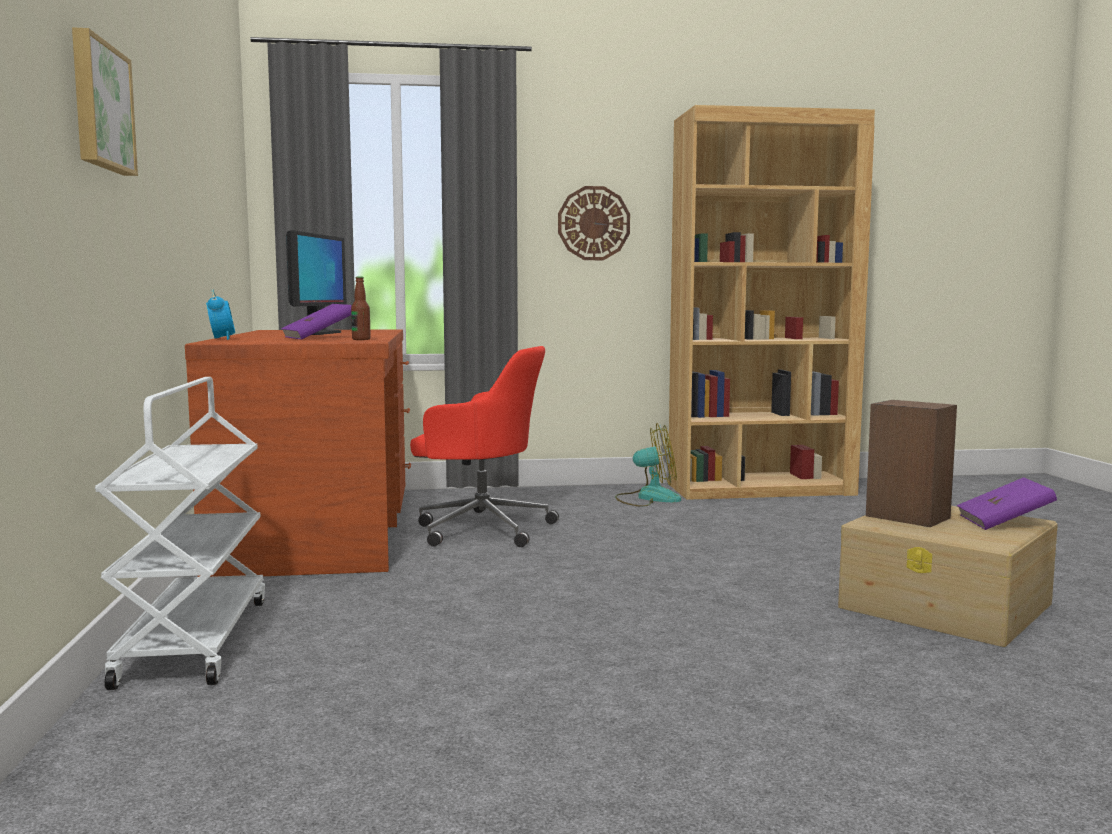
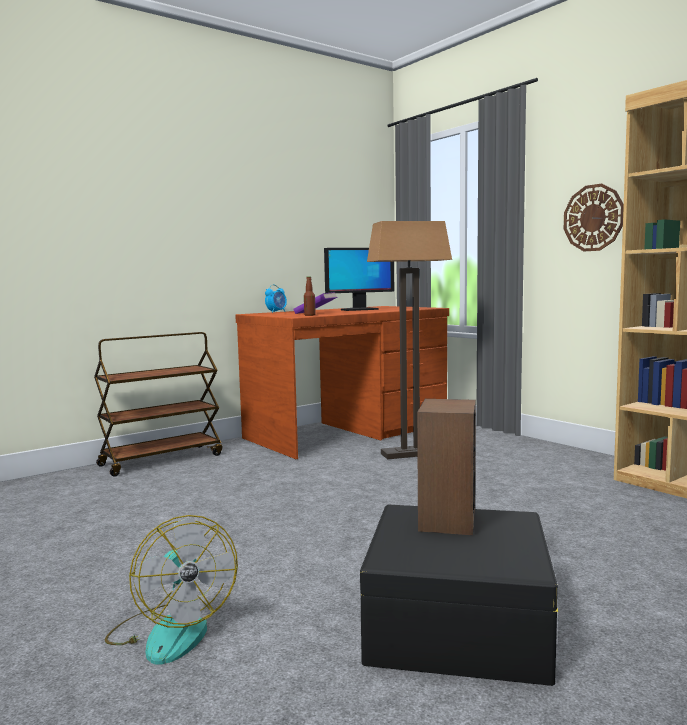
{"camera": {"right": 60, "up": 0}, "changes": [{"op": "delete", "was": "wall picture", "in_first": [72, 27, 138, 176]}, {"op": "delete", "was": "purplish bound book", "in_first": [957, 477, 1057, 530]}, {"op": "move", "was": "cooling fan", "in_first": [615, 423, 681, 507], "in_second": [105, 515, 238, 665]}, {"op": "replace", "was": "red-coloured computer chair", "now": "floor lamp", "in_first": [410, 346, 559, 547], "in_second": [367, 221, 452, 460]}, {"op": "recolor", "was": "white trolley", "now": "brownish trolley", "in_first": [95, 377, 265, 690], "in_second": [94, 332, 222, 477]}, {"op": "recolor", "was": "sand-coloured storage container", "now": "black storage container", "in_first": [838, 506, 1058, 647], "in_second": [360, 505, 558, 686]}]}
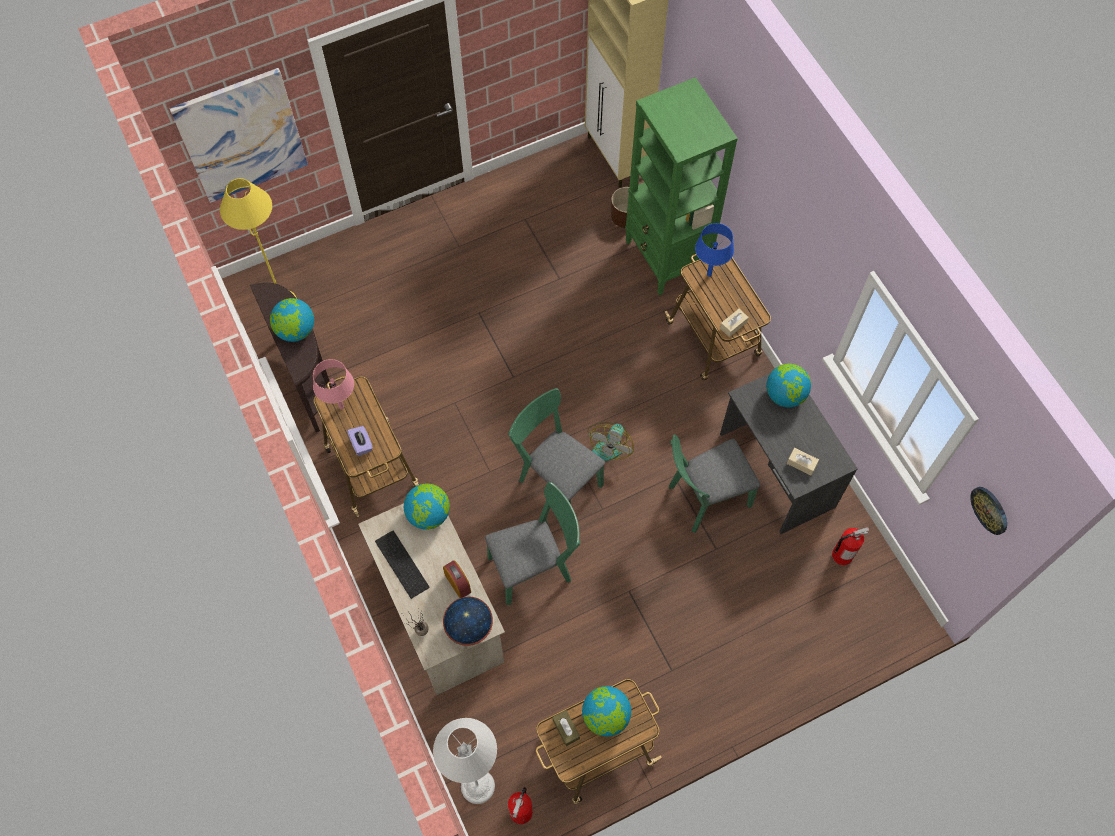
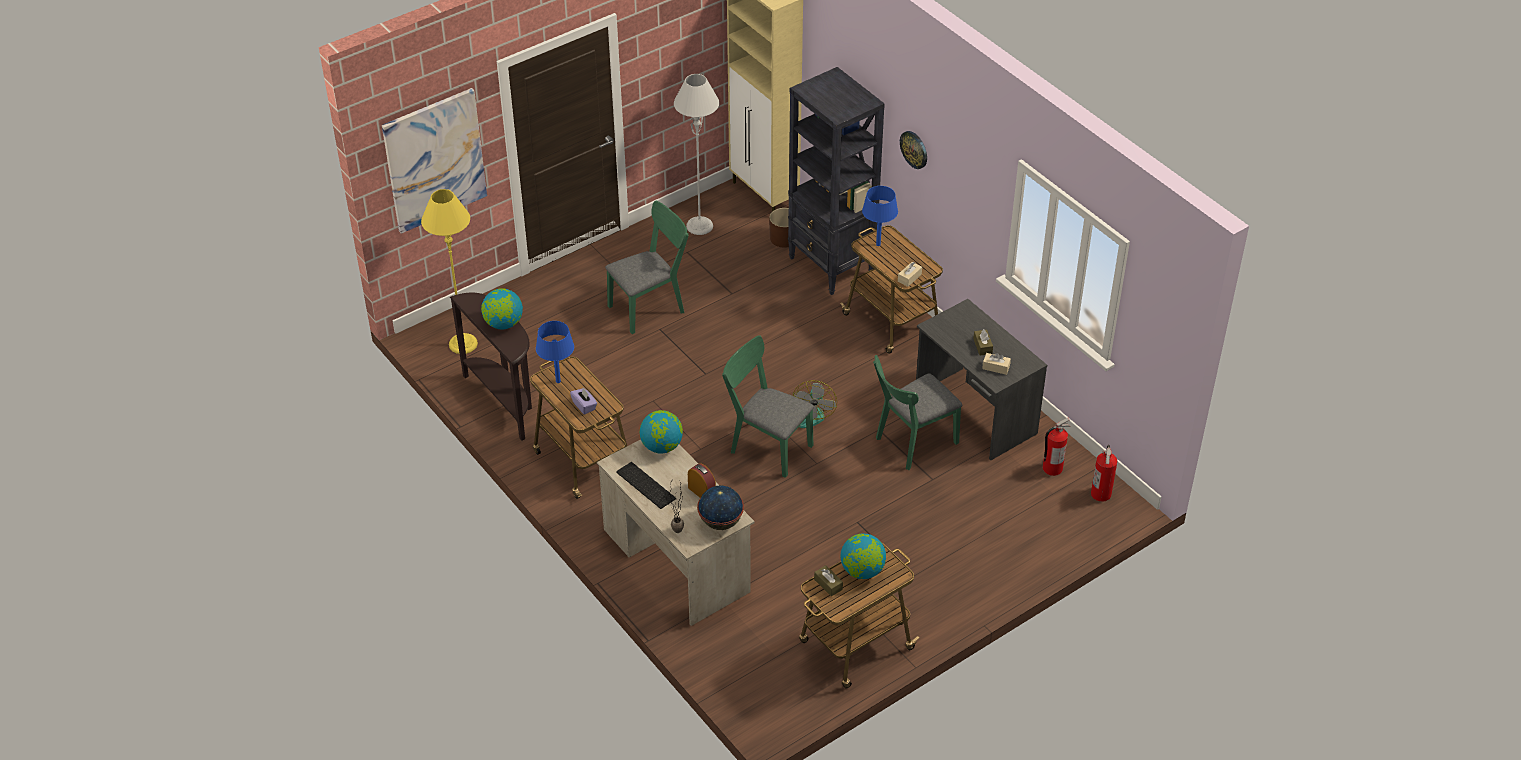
{"camera": {"right": -10, "up": -20}, "changes": [{"op": "delete", "was": "globe", "in_first": [767, 364, 811, 408]}, {"op": "insert", "now": "brownish tissue box", "in_second": [973, 329, 993, 356]}, {"op": "move", "was": "greyish floor lamp", "in_first": [433, 718, 497, 804], "in_second": [674, 74, 719, 235]}, {"op": "move", "was": "greenish chair", "in_first": [485, 482, 580, 606], "in_second": [605, 201, 688, 334]}, {"op": "move", "was": "extinguisher", "in_first": [508, 787, 533, 824], "in_second": [1091, 445, 1117, 502]}, {"op": "move", "was": "wall clock", "in_first": [970, 487, 1007, 535], "in_second": [900, 131, 927, 169]}, {"op": "recolor", "was": "pink lamp for a table", "now": "bluish lamp for a table", "in_first": [313, 359, 354, 410], "in_second": [536, 321, 574, 383]}, {"op": "recolor", "was": "greenish bookcase", "now": "black bookcase", "in_first": [625, 77, 738, 296], "in_second": [788, 67, 885, 295]}]}
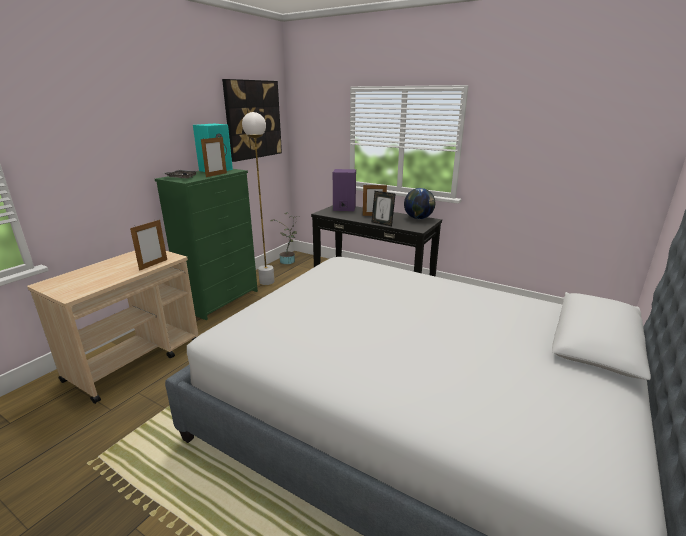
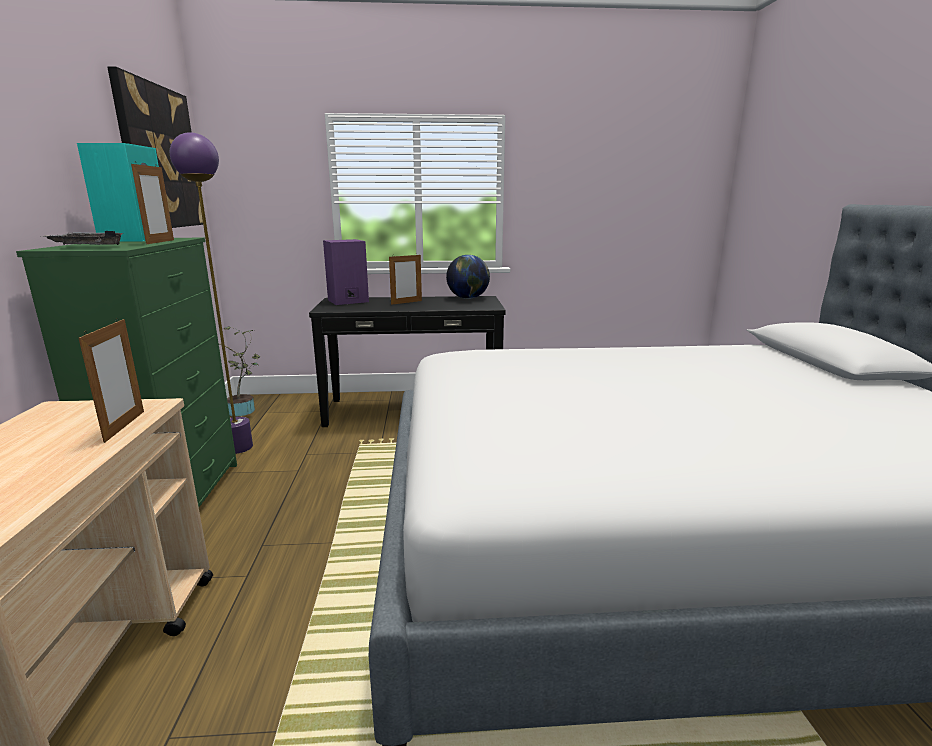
{"camera": {"right": -35, "up": -5}, "changes": [{"op": "delete", "was": "standing frame", "in_first": [372, 191, 395, 226]}, {"op": "recolor", "was": "white floor lamp", "now": "purplish floor lamp", "in_first": [242, 112, 275, 285], "in_second": [170, 132, 253, 454]}]}
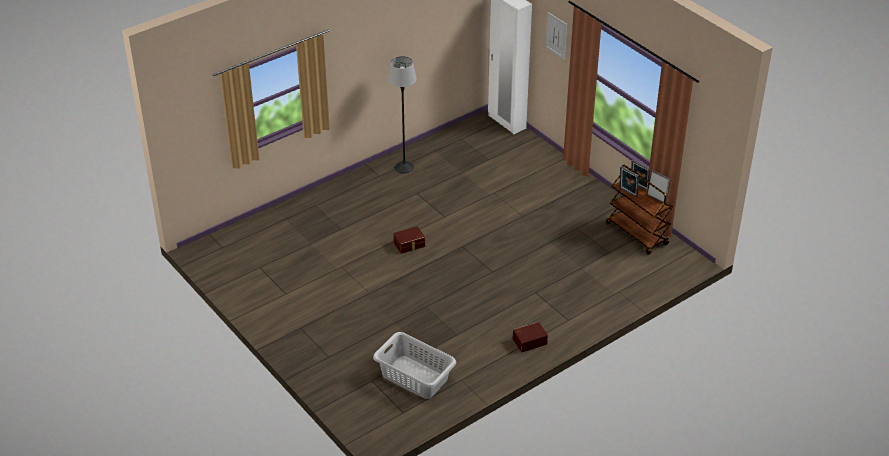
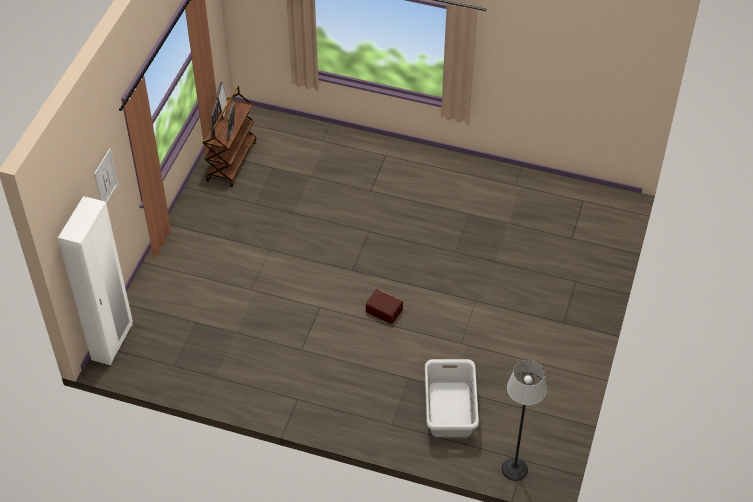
{"camera": {"right": -125, "up": 10}, "changes": [{"op": "delete", "was": "brownish storage container", "in_first": [513, 322, 548, 352]}, {"op": "move", "was": "greyish hamper", "in_first": [373, 332, 456, 399], "in_second": [425, 359, 479, 437]}, {"op": "move", "was": "floor lamp", "in_first": [388, 56, 417, 174], "in_second": [502, 360, 547, 481]}]}
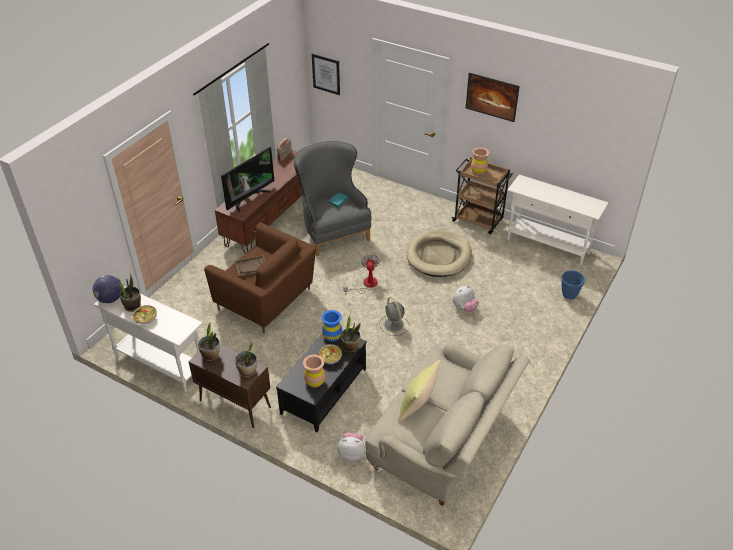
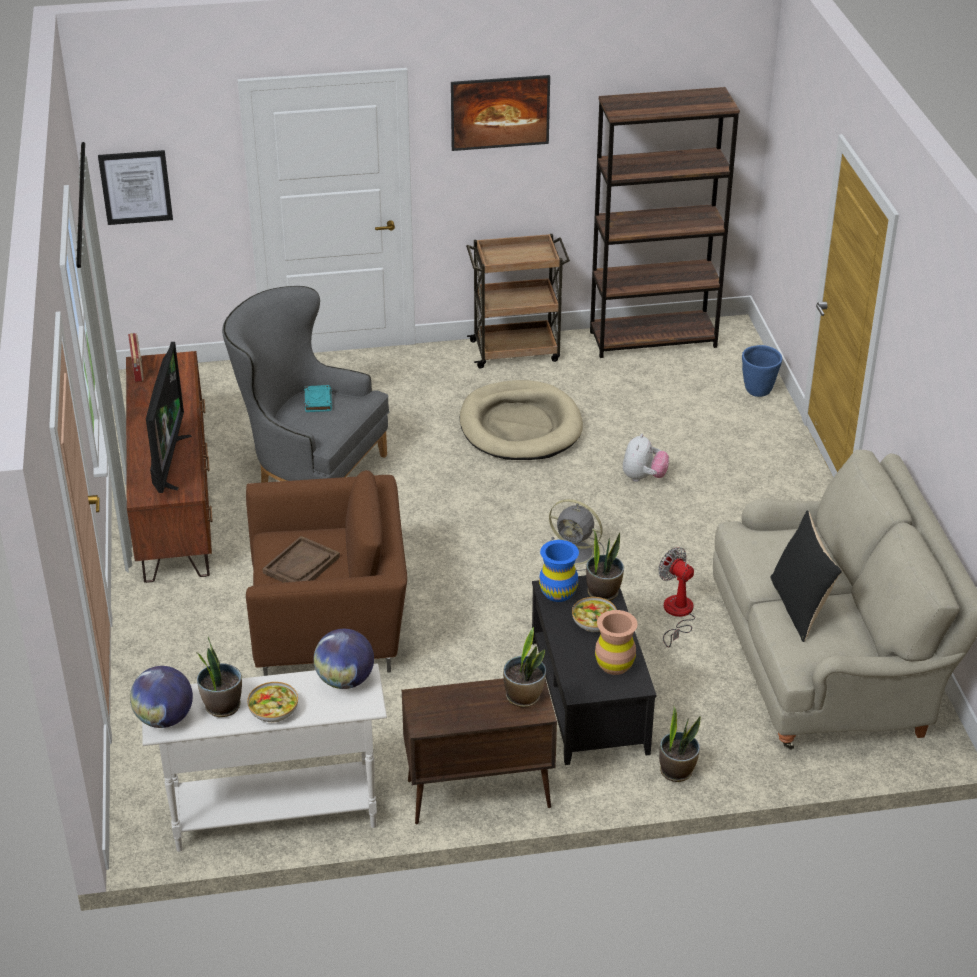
{"camera": {"right": -40, "up": -5}, "changes": [{"op": "delete", "was": "soft toy", "in_first": [337, 432, 365, 462]}, {"op": "delete", "was": "brownish vase", "in_first": [471, 147, 489, 175]}, {"op": "insert", "now": "globe", "in_second": [314, 629, 374, 689]}, {"op": "move", "was": "houseplant", "in_first": [198, 323, 220, 361], "in_second": [659, 707, 701, 782]}, {"op": "move", "was": "cooling fan", "in_first": [344, 254, 379, 294], "in_second": [658, 547, 695, 648]}, {"op": "replace", "was": "white console table", "now": "brownish bookcase", "in_first": [507, 175, 609, 265], "in_second": [590, 87, 740, 358]}, {"op": "recolor", "was": "yellow-coloured cushion", "now": "black cushion", "in_first": [398, 360, 441, 423], "in_second": [770, 511, 842, 642]}]}
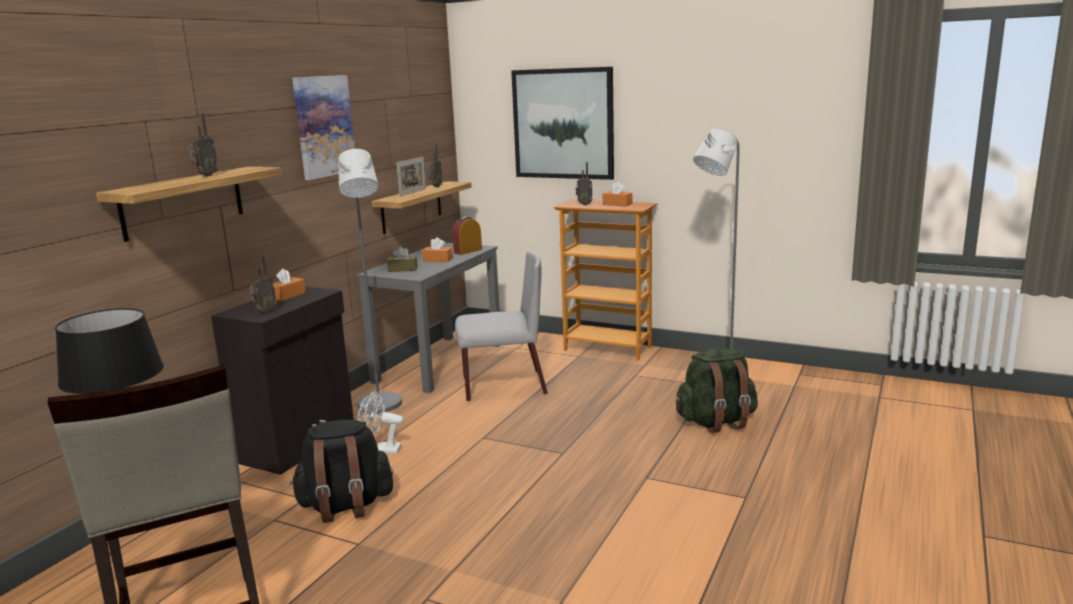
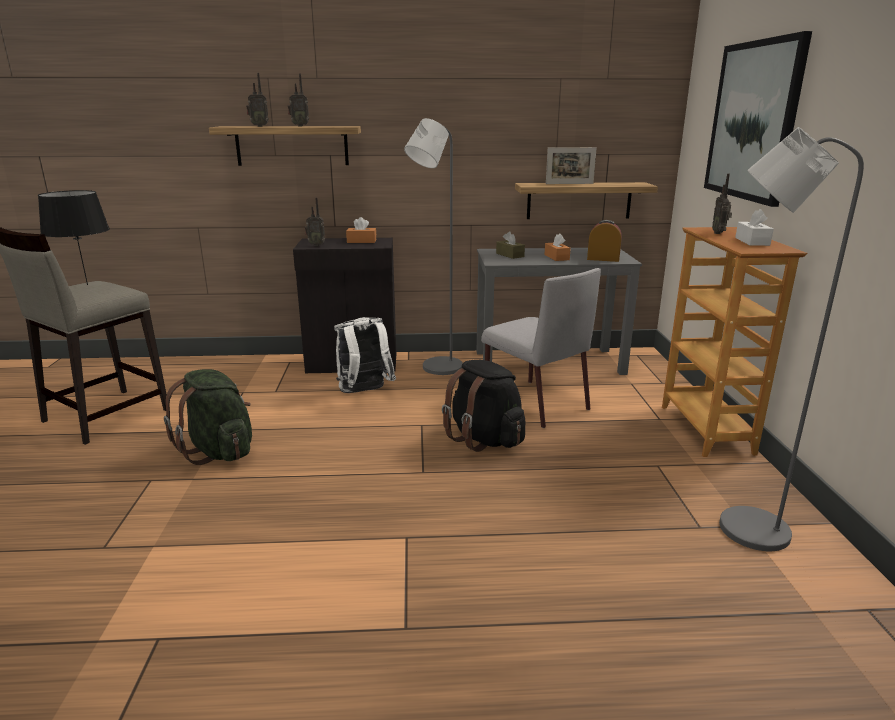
{"camera": {"right": 60, "up": 5}, "changes": [{"op": "delete", "was": "wall picture", "in_first": [292, 75, 355, 180]}, {"op": "move", "was": "black rucksack", "in_first": [290, 420, 393, 523], "in_second": [442, 360, 525, 452]}, {"op": "move", "was": "radio", "in_first": [427, 145, 442, 187], "in_second": [246, 73, 269, 127]}, {"op": "move", "was": "greenish rucksack", "in_first": [675, 348, 758, 433], "in_second": [164, 369, 252, 465]}, {"op": "replace", "was": "white cooling fan", "now": "white rucksack", "in_first": [357, 391, 404, 454], "in_second": [334, 317, 396, 393]}, {"op": "recolor", "was": "orangey tissue box", "now": "white tissue box", "in_first": [603, 182, 632, 206], "in_second": [735, 209, 774, 246]}]}
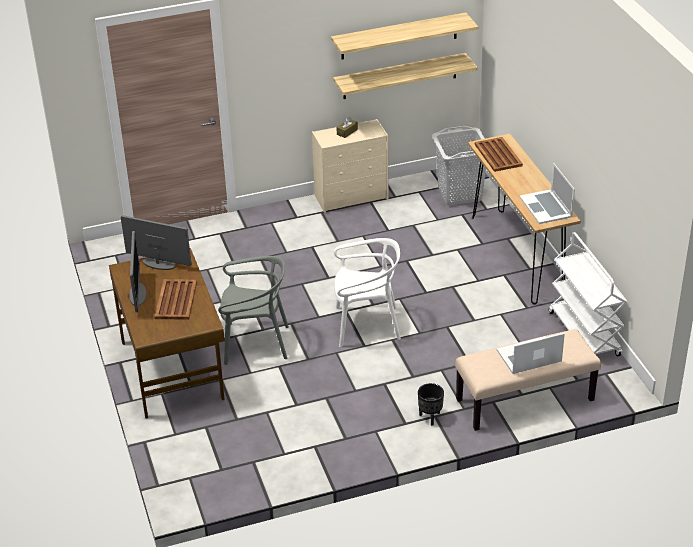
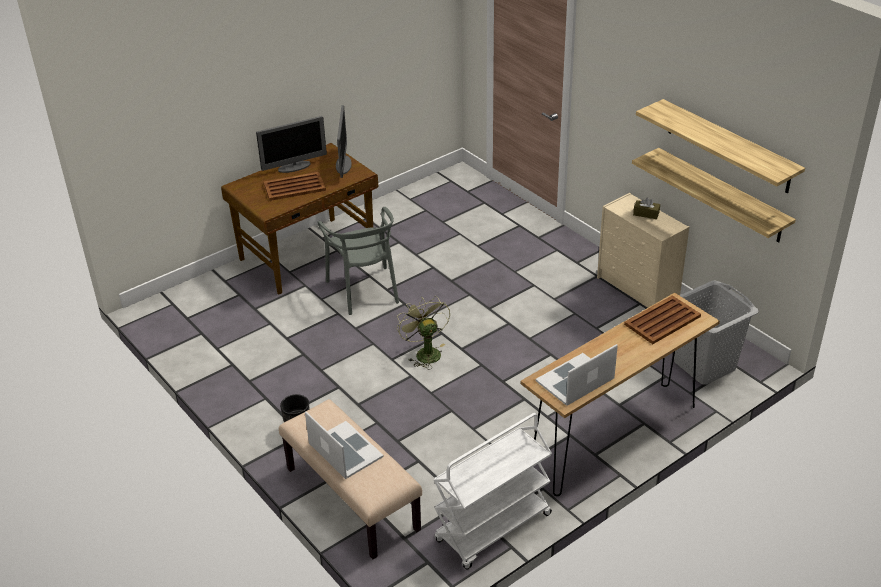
{"camera": {"right": 70, "up": 0}, "changes": [{"op": "replace", "was": "white chair", "now": "greenish cooling fan", "in_first": [334, 238, 401, 347], "in_second": [397, 296, 450, 369]}]}
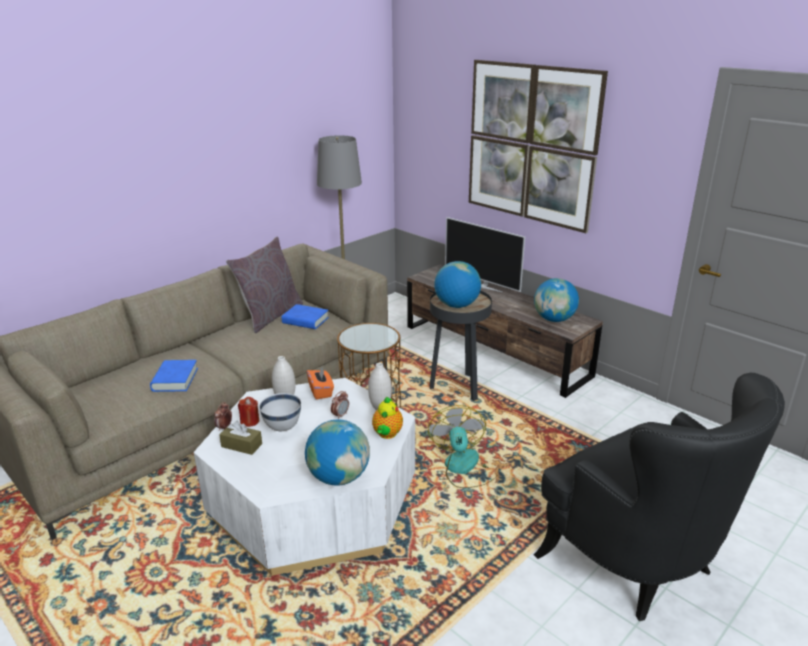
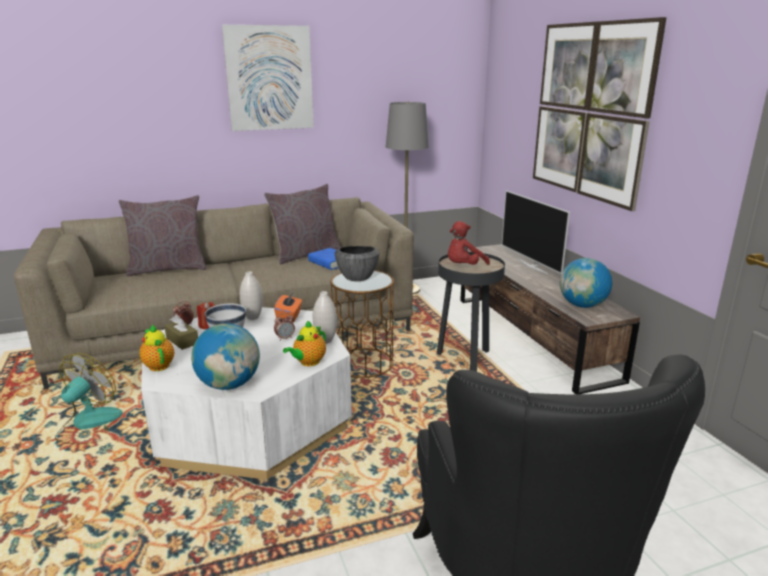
{"camera": {"right": 25, "up": -5}, "changes": [{"op": "delete", "was": "bluish bound book", "in_first": [150, 360, 198, 392]}, {"op": "insert", "now": "greyish cushion", "in_second": [119, 195, 206, 276]}, {"op": "insert", "now": "teapot", "in_second": [139, 324, 174, 371]}, {"op": "insert", "now": "wall picture", "in_second": [222, 25, 314, 131]}, {"op": "insert", "now": "deep dish", "in_second": [335, 246, 380, 281]}, {"op": "move", "was": "cooling fan", "in_first": [428, 405, 498, 488], "in_second": [55, 353, 123, 444]}, {"op": "replace", "was": "globe", "now": "red-coloured soft toy", "in_first": [434, 261, 481, 308], "in_second": [448, 221, 490, 265]}]}
